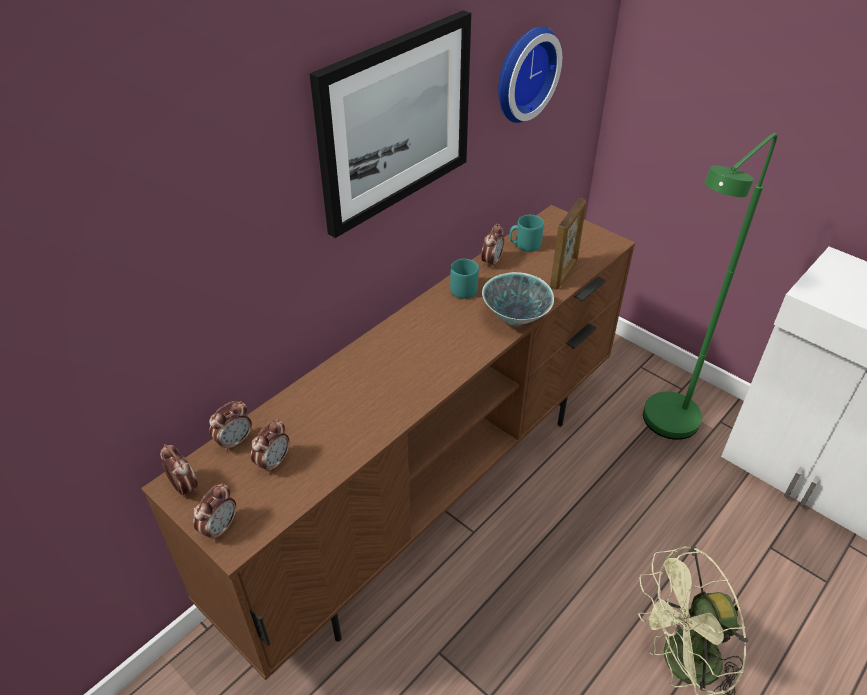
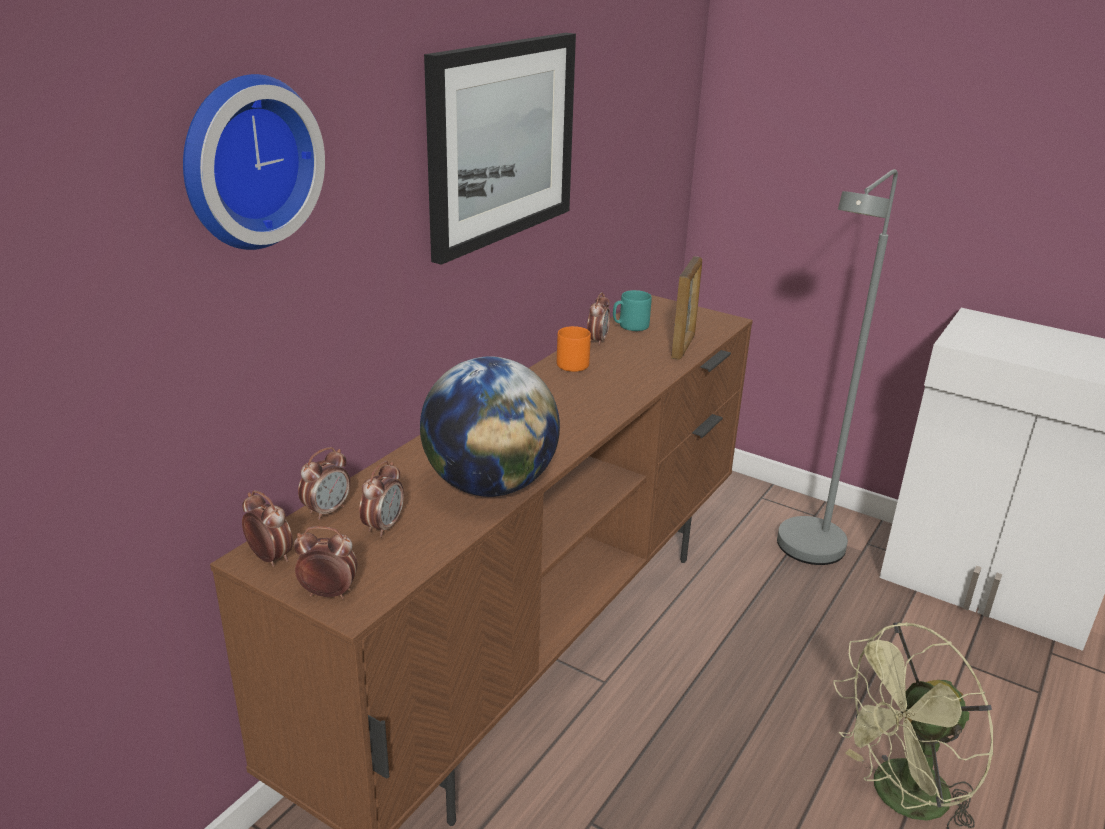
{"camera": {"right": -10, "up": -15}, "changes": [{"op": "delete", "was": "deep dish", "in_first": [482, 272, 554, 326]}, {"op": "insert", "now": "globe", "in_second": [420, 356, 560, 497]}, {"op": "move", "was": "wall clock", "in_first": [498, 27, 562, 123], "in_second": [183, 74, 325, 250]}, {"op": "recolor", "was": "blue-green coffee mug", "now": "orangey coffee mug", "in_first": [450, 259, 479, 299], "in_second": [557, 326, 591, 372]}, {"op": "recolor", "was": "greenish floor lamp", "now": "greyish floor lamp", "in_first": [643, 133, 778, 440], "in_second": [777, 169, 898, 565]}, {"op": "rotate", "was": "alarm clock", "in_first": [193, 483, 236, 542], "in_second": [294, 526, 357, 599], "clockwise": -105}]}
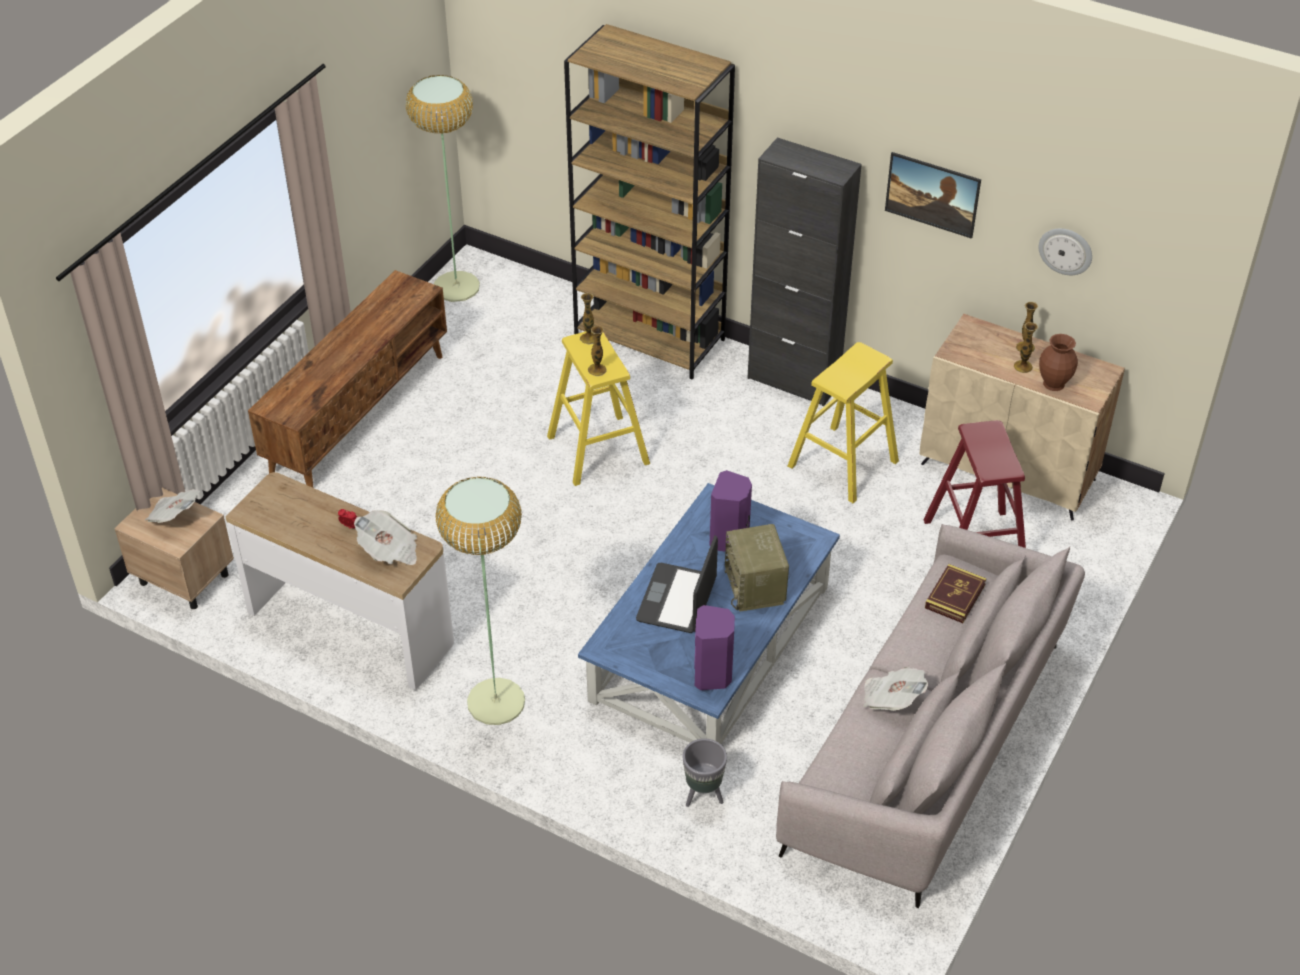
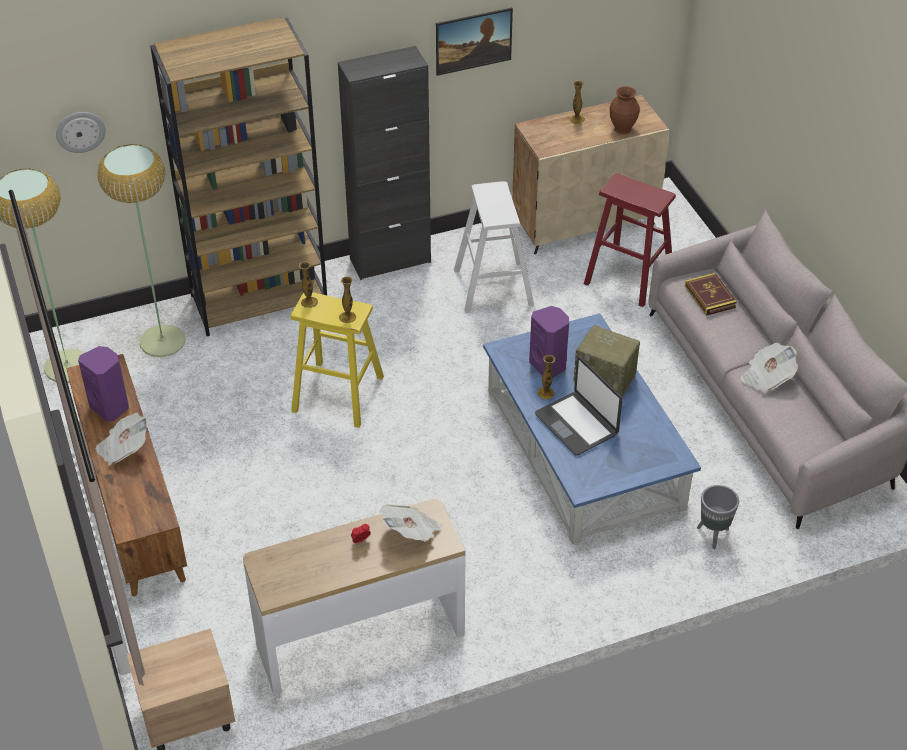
{"camera": {"right": -50, "up": 0}, "changes": [{"op": "move", "was": "printed paper", "in_first": [145, 489, 200, 523], "in_second": [95, 413, 149, 466]}, {"op": "move", "was": "floor lamp", "in_first": [436, 477, 525, 725], "in_second": [97, 144, 185, 357]}, {"op": "move", "was": "purplish audio speaker", "in_first": [694, 605, 735, 690], "in_second": [78, 346, 129, 422]}, {"op": "move", "was": "vase", "in_first": [1014, 322, 1038, 373], "in_second": [537, 355, 555, 400]}, {"op": "move", "was": "wall clock", "in_first": [1039, 228, 1092, 275], "in_second": [56, 112, 106, 153]}, {"op": "recolor", "was": "yellow-coloured stool", "now": "white stool", "in_first": [787, 342, 899, 503], "in_second": [454, 181, 534, 313]}]}
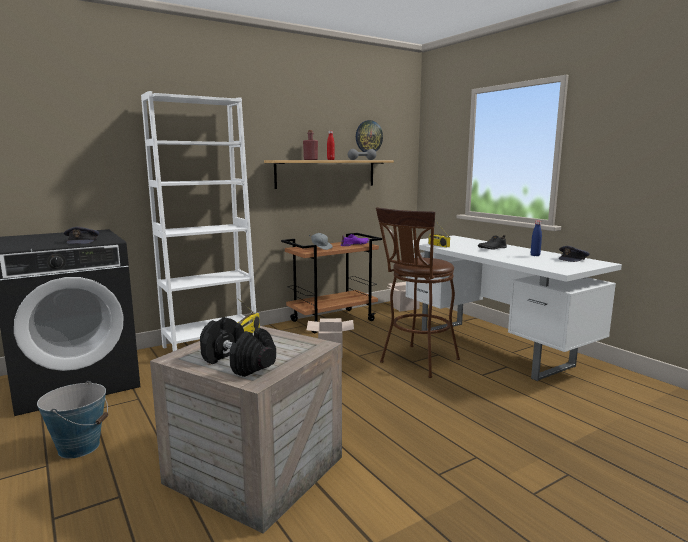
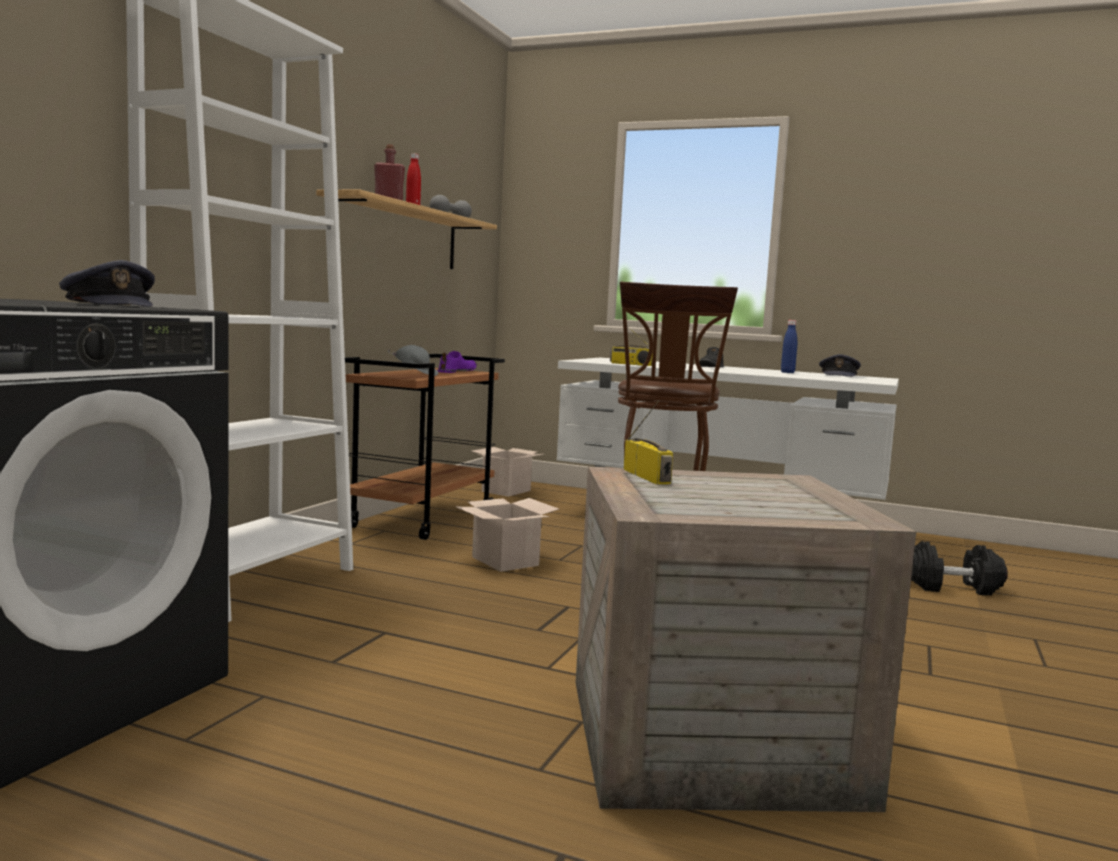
{"camera": {"right": -35, "up": -5}, "changes": [{"op": "delete", "was": "water bucket", "in_first": [37, 381, 108, 459]}, {"op": "delete", "was": "wall clock", "in_first": [356, 120, 383, 152]}, {"op": "move", "was": "black free weight", "in_first": [200, 317, 276, 377], "in_second": [911, 541, 1008, 596]}]}
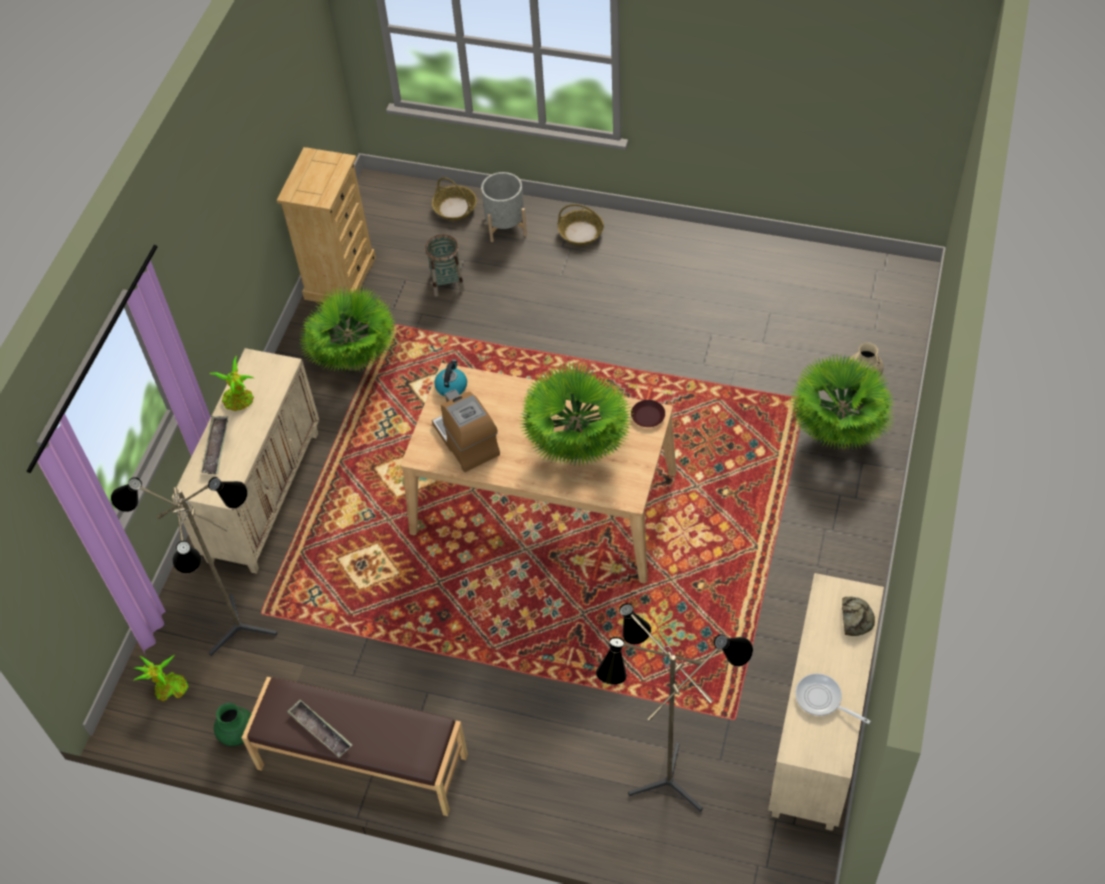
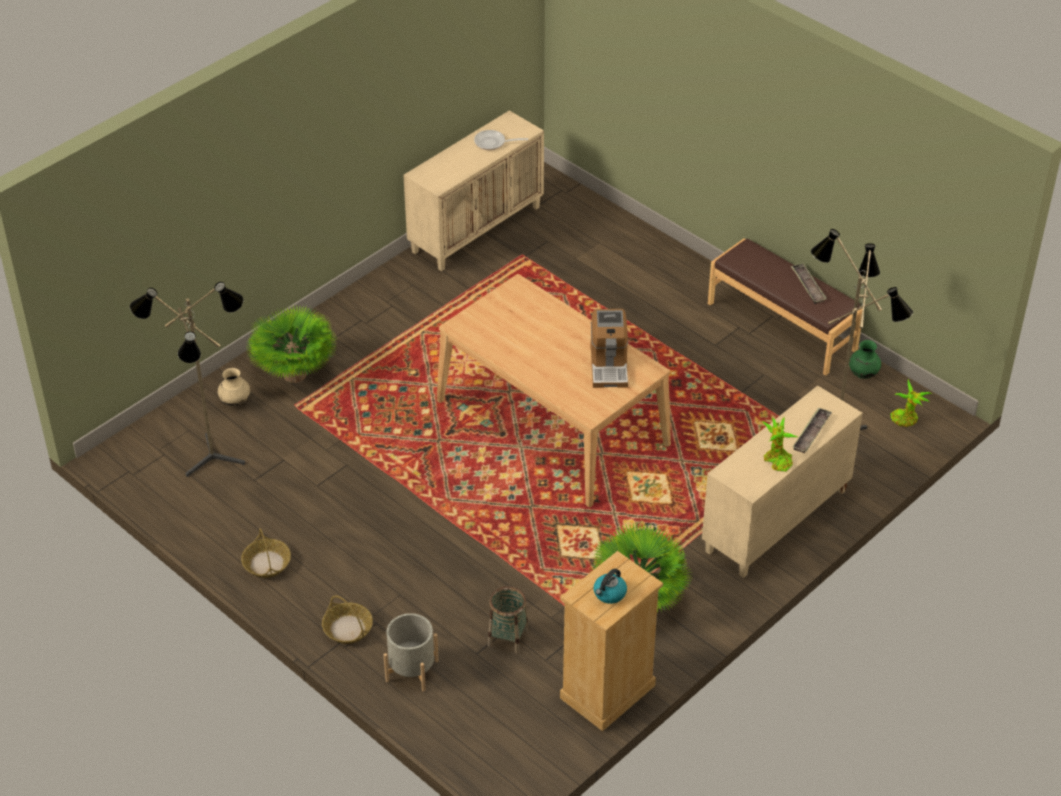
{"camera": {"right": -155, "up": -10}, "changes": [{"op": "delete", "was": "houseplant", "in_first": [519, 361, 634, 466]}, {"op": "delete", "was": "brownish dinner plate", "in_first": [631, 400, 665, 427]}, {"op": "delete", "was": "baked bread", "in_first": [842, 597, 875, 636]}, {"op": "move", "was": "storage basket", "in_first": [432, 177, 477, 221], "in_second": [241, 528, 291, 578]}, {"op": "move", "was": "kettle", "in_first": [434, 359, 467, 397], "in_second": [594, 568, 627, 604]}, {"op": "move", "was": "floor lamp", "in_first": [596, 603, 753, 812], "in_second": [130, 282, 245, 477]}, {"op": "rotate", "was": "pan", "in_first": [795, 673, 871, 724], "in_second": [474, 130, 528, 150], "clockwise": 120}]}
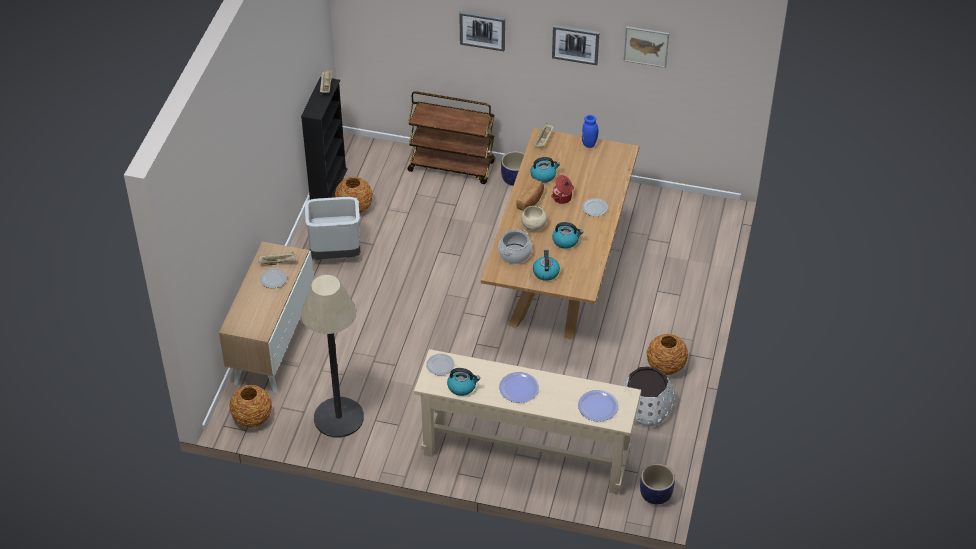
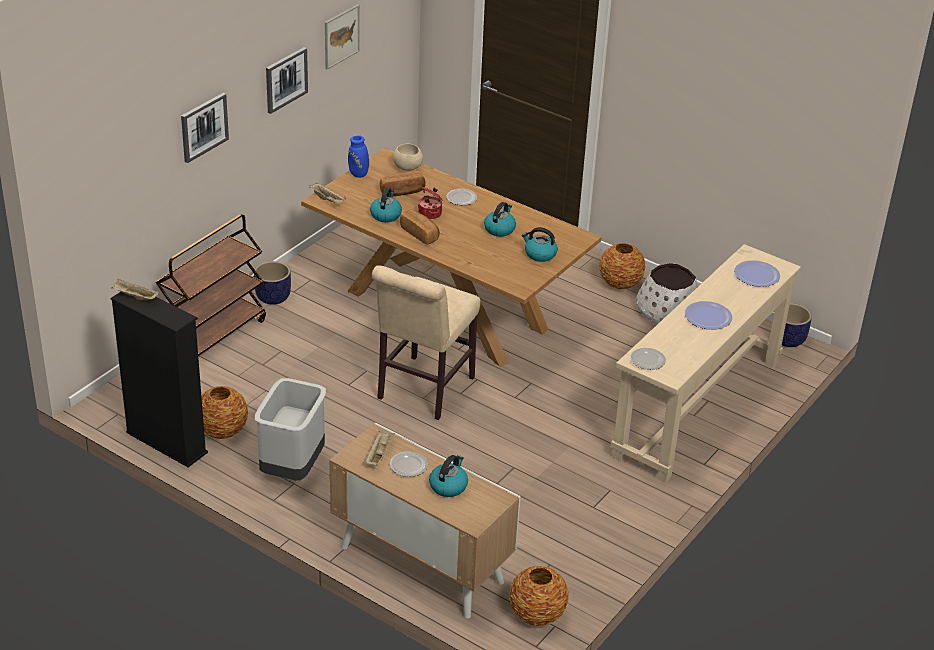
{"camera": {"right": -70, "up": -10}, "changes": [{"op": "delete", "was": "floor lamp", "in_first": [301, 275, 364, 438]}, {"op": "delete", "was": "stockpot", "in_first": [498, 229, 532, 264]}, {"op": "insert", "now": "sand-coloured chair", "in_second": [372, 265, 480, 420]}, {"op": "insert", "now": "baked bread", "in_second": [380, 171, 426, 196]}, {"op": "move", "was": "kettle", "in_first": [447, 368, 480, 396], "in_second": [429, 455, 468, 497]}, {"op": "move", "was": "sand-coloured deep dish", "in_first": [521, 206, 547, 231], "in_second": [393, 143, 423, 171]}]}
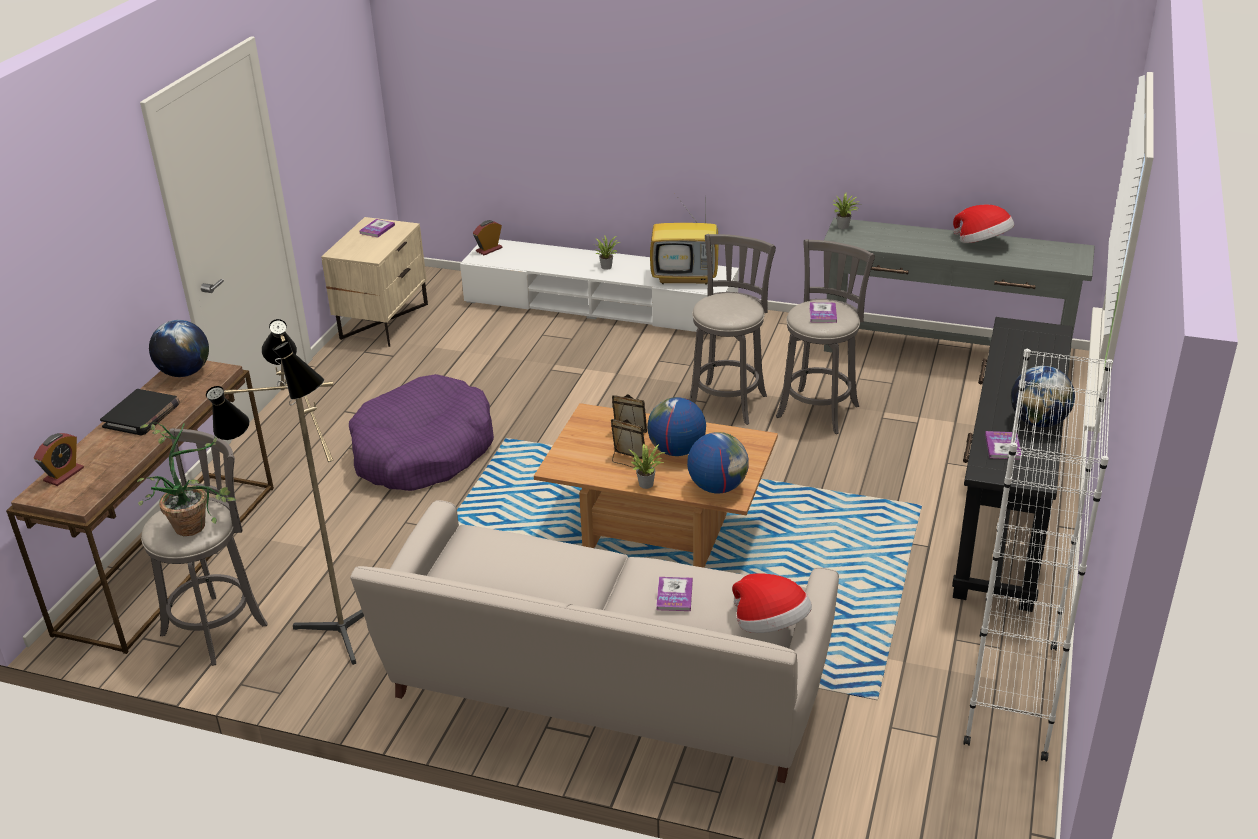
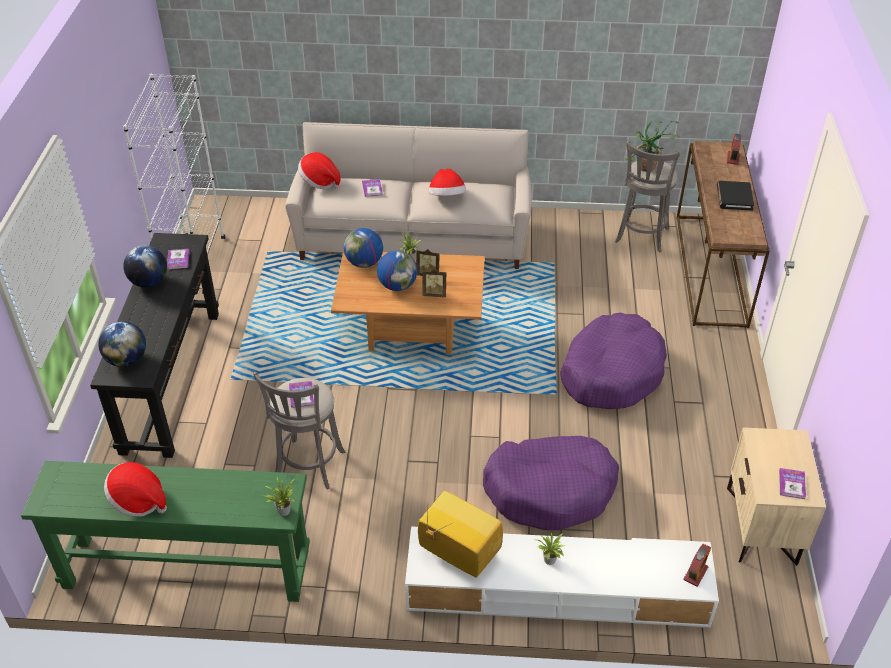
{"camera": {"right": 165, "up": 10}, "changes": [{"op": "delete", "was": "floor lamp", "in_first": [206, 319, 364, 665]}, {"op": "delete", "was": "greyish stool", "in_first": [689, 234, 776, 425]}, {"op": "insert", "now": "clothing hat", "in_second": [429, 169, 466, 196]}, {"op": "insert", "now": "purplish dog bed", "in_second": [483, 436, 619, 530]}, {"op": "move", "was": "globe", "in_first": [149, 320, 209, 377], "in_second": [98, 321, 146, 367]}, {"op": "recolor", "was": "greyish console table", "now": "greenish console table", "in_first": [824, 218, 1095, 372], "in_second": [21, 461, 310, 602]}, {"op": "rotate", "was": "TV", "in_first": [650, 195, 718, 285], "in_second": [418, 491, 503, 578], "clockwise": 45}]}
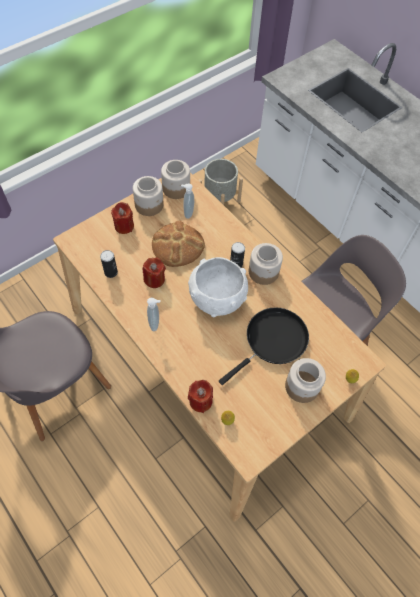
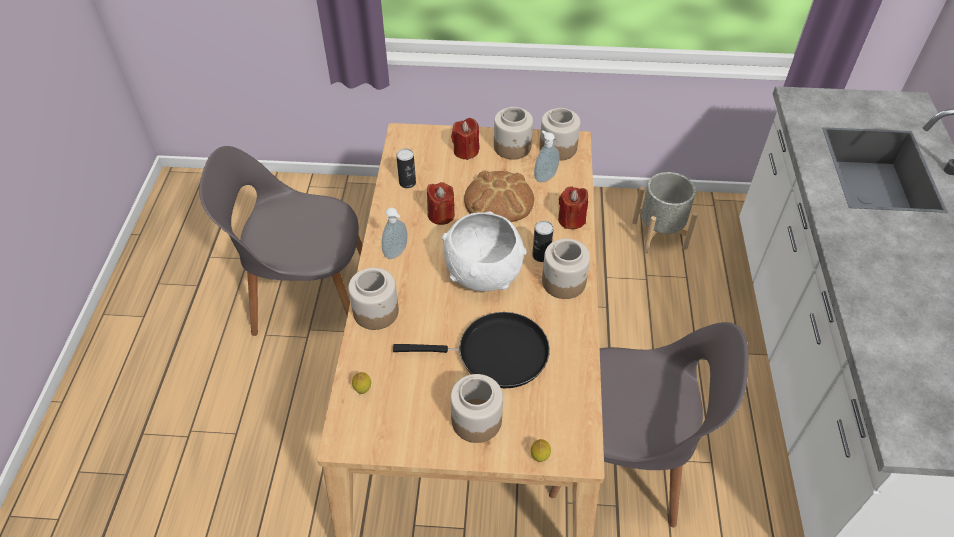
{"camera": {"right": 45, "up": -10}, "changes": [{"op": "insert", "now": "preserve jar", "in_second": [348, 268, 399, 330]}, {"op": "move", "was": "red-coloured wax candle", "in_first": [188, 380, 213, 413], "in_second": [558, 187, 588, 229]}]}
